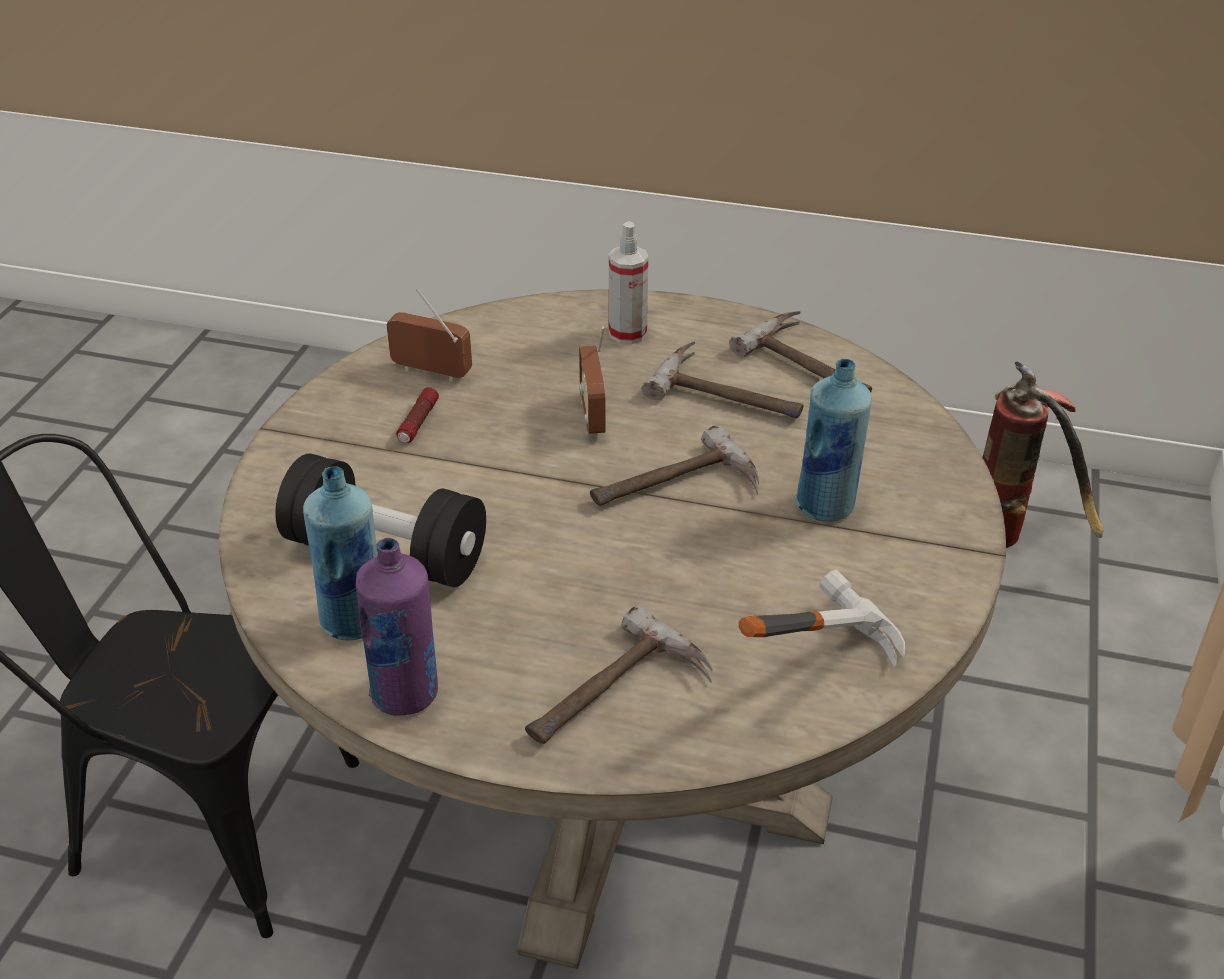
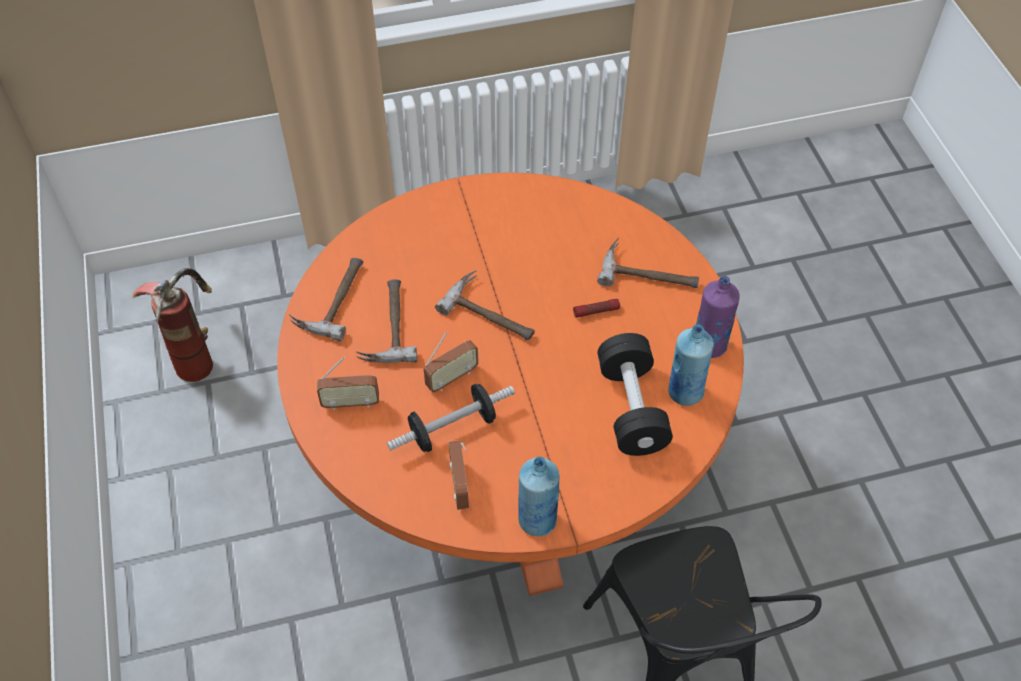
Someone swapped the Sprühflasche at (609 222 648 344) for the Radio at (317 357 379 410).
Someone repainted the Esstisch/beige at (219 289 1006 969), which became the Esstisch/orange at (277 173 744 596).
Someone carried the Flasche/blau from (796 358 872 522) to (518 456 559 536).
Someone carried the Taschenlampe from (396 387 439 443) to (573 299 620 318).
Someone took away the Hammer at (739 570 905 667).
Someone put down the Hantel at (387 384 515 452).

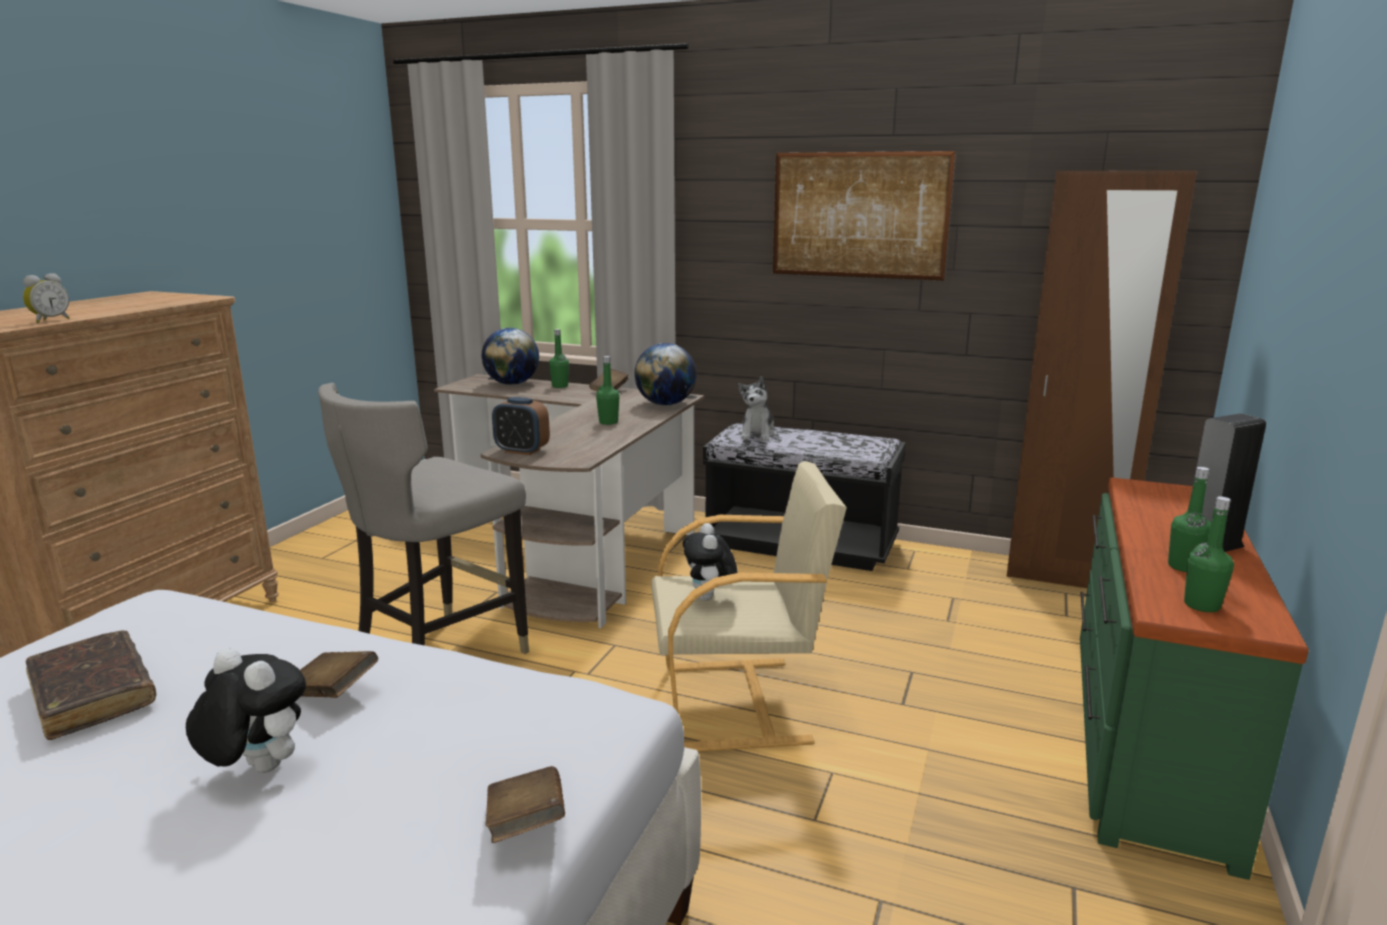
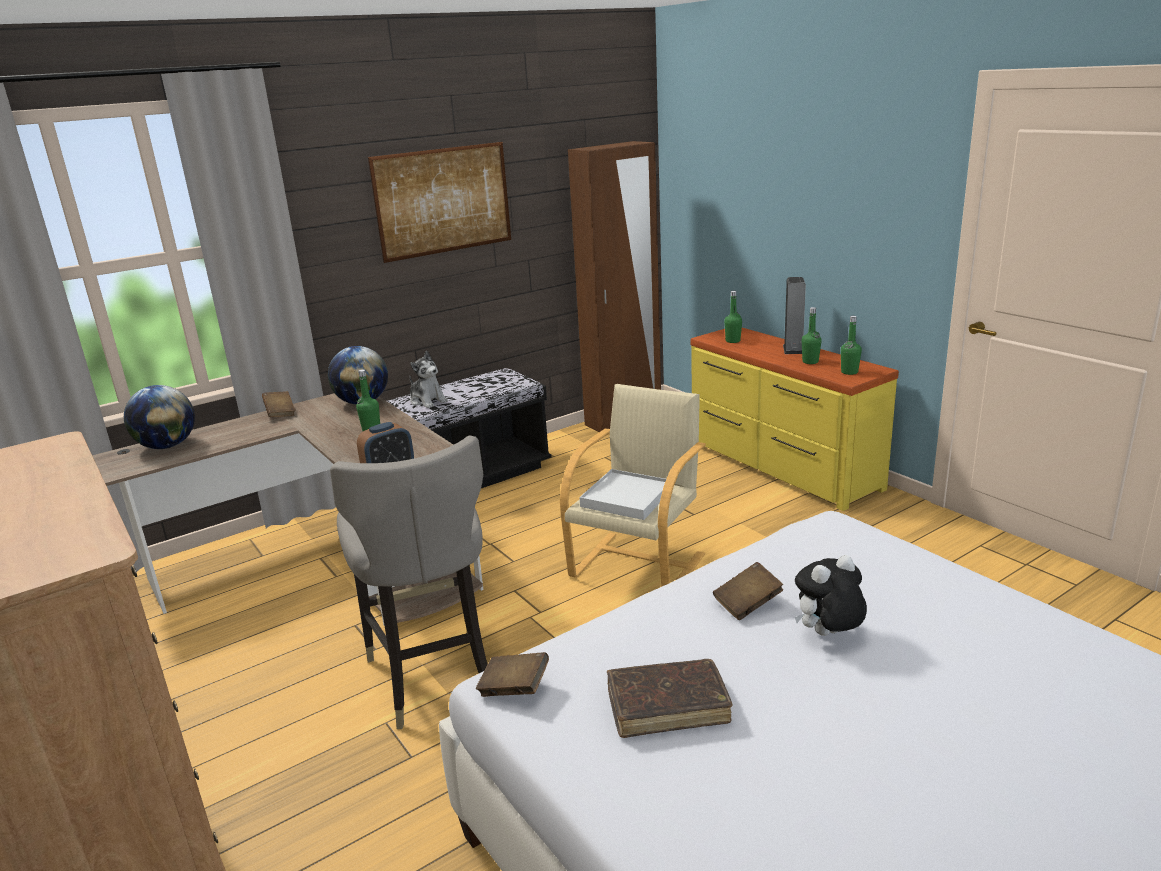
Someone took away the Wecker at (23 273 70 323).
Someone carried the Flasche/grün from (549 329 569 388) to (724 291 742 343).
Someone repainted the Kommode/grün at (1080 477 1309 880), which became the Kommode/gelb at (691 328 899 511).
Someone swapped the Plüschtier at (683 523 737 601) for the Tablett/weiß at (580 469 666 520).
Someone carried the Buch/braun from (486 766 565 843) to (476 652 549 697).

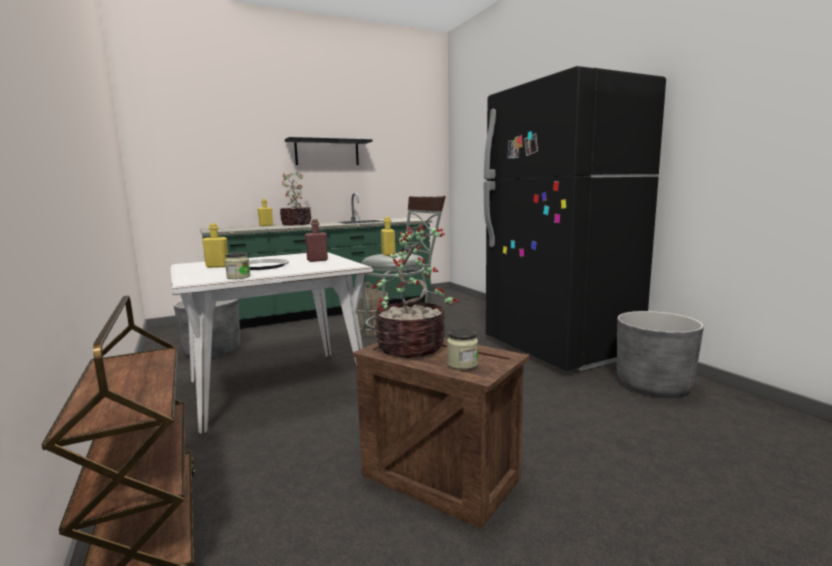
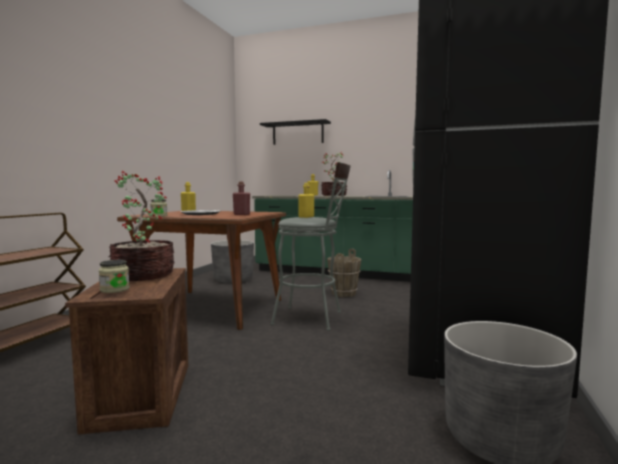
Someone carried the Wandregal/schwarz from (285 137 373 165) to (260 119 331 145).
Someone repainted the Esstisch/weiß at (170 252 373 434), which became the Esstisch/braun at (117 211 286 330).

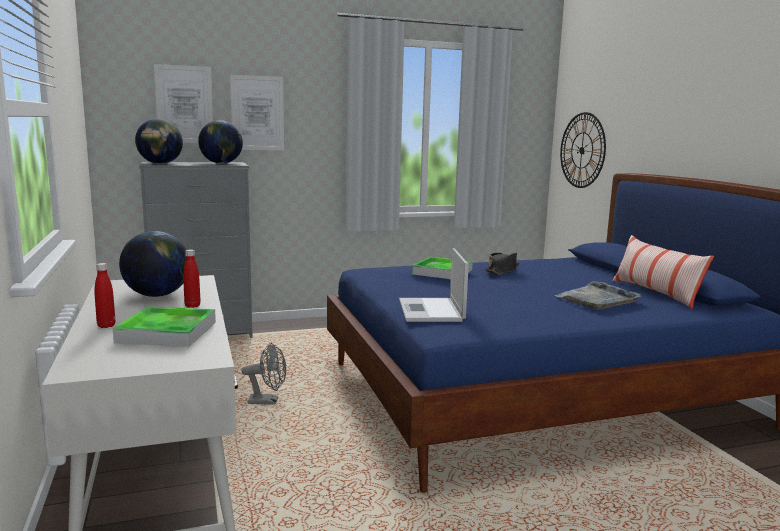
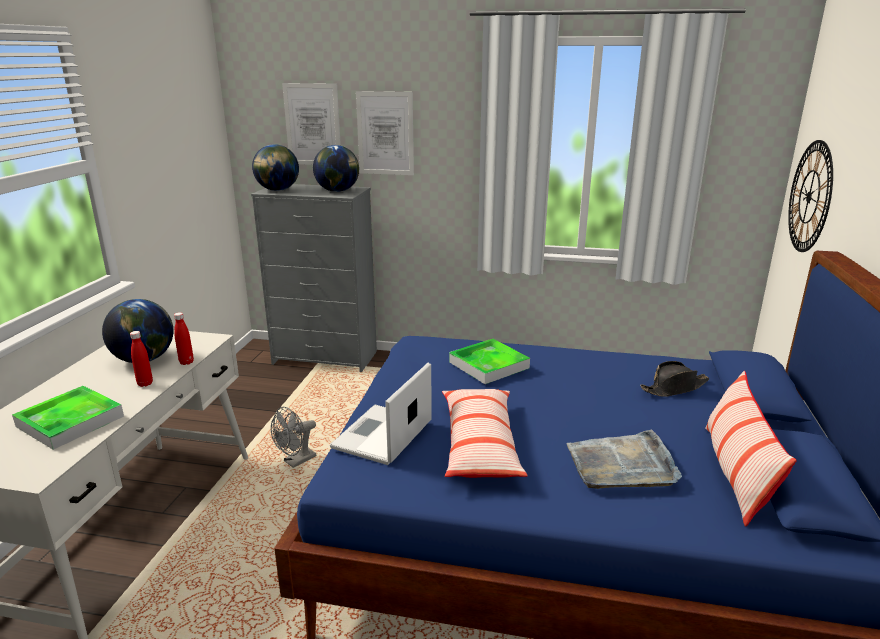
Someone carried the Hut/schwarz from (485 253 519 275) to (640 361 710 397).
Someone carried the Flasche/rot from (94 263 115 328) to (174 312 194 365).
Someone rotated the Ventilator/grau at (242 343 286 405) by 105 degrees clockwise.
Someone put down the Kissen at (442 389 528 478).

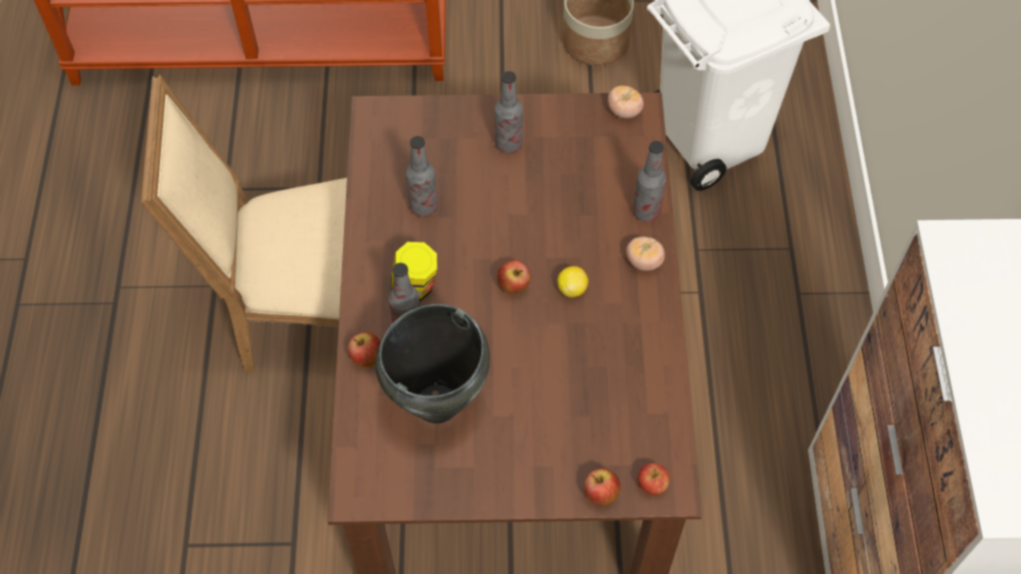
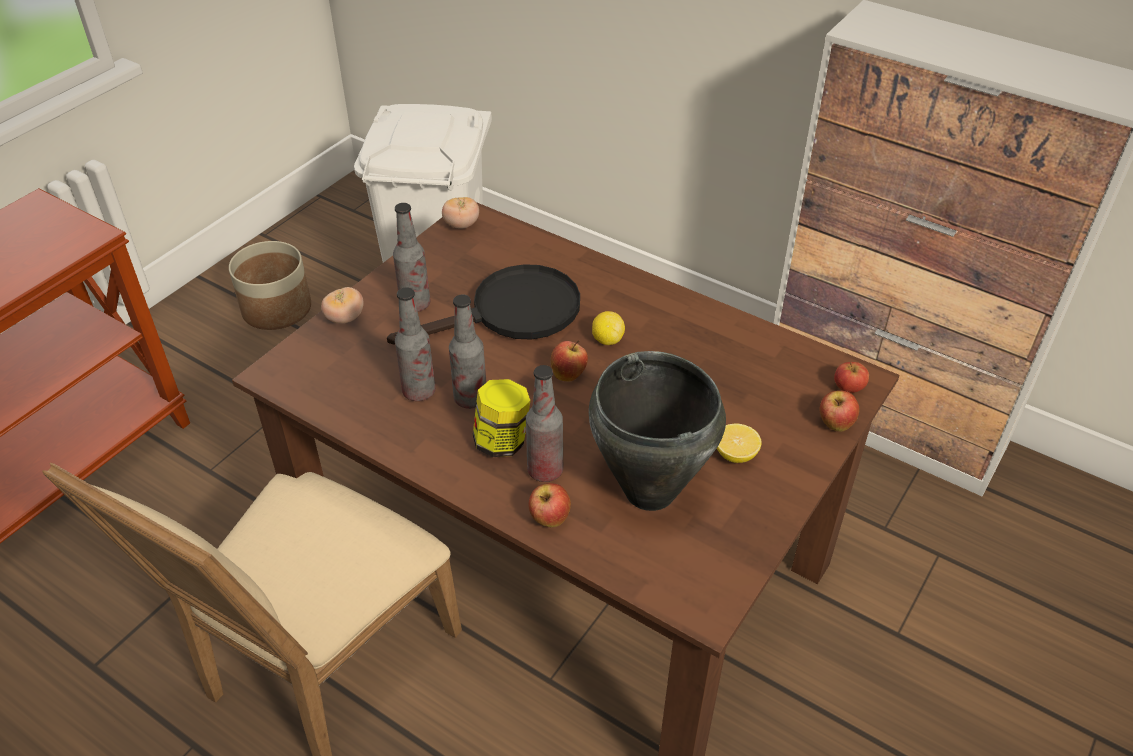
Someone carried the Flasche from (632 141 666 222) to (449 294 487 409).
Someone carried the Tomate from (626 237 665 271) to (321 287 364 324).
Someone put down the Pfanne/schwarz at (387 264 580 344).
Someone put down the Zitrone at (717 423 762 463).

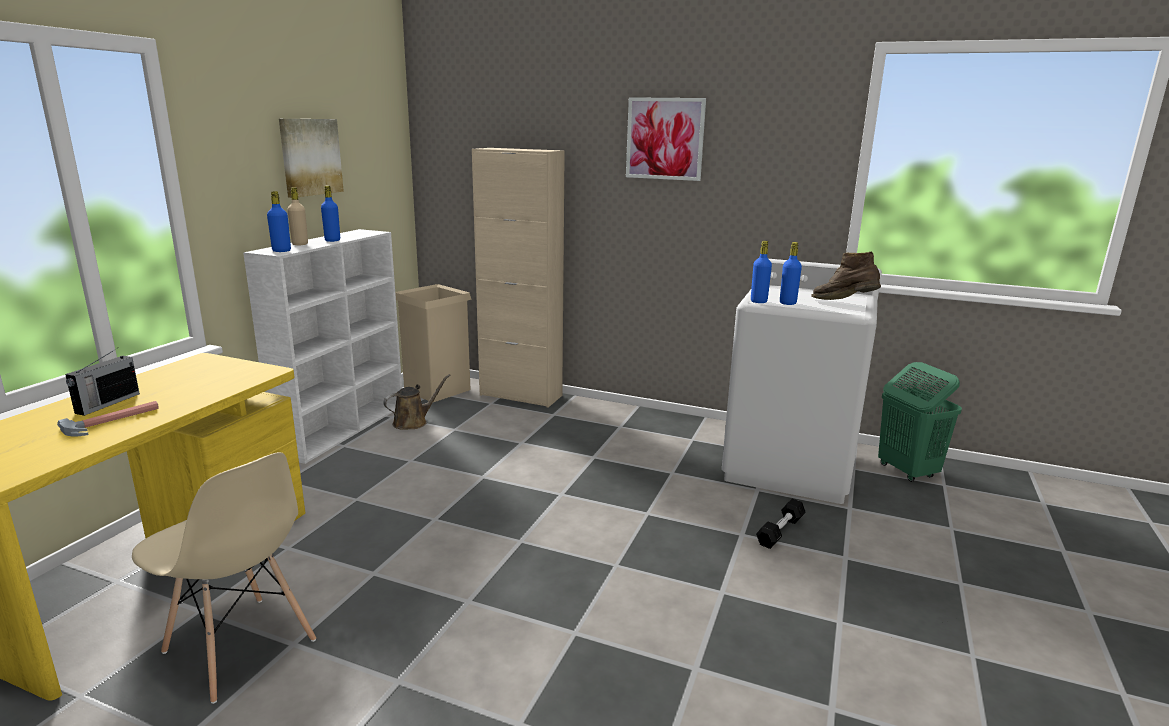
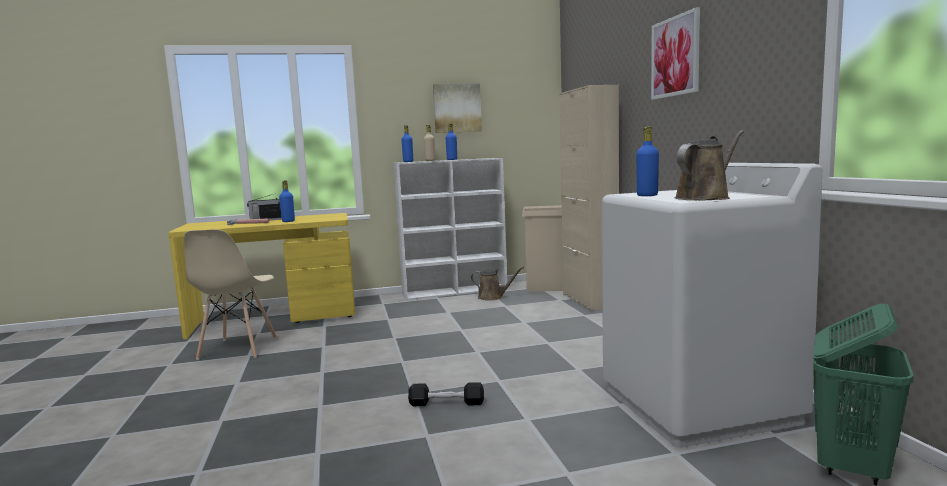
Someone carried the Flasche/blau from (751 241 772 303) to (279 181 295 222).
Someone swapped the Stiefel/braun at (811 251 881 300) for the Gießkanne/braun at (674 130 744 200).
Someone carried the Hantel/schwarz from (756 499 806 549) to (408 382 484 406).

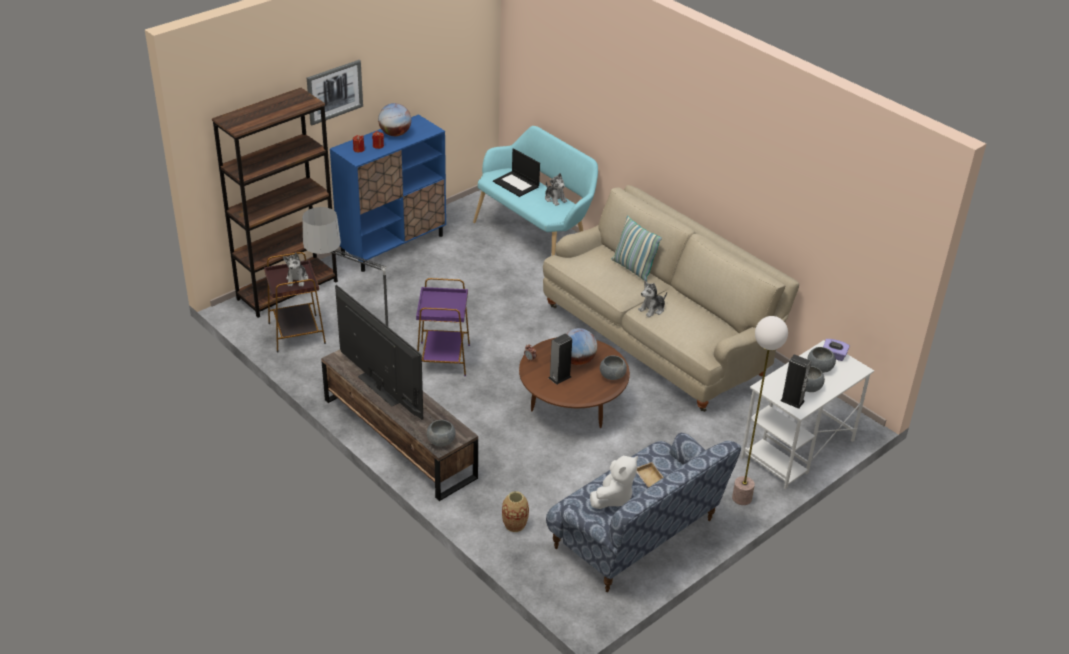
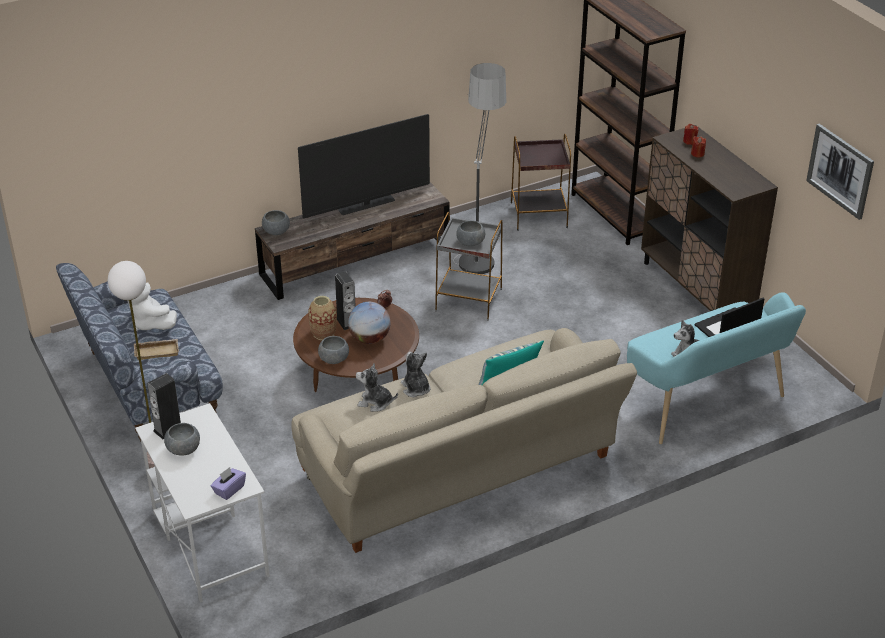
Someone carried the Bild from (307 60 363 125) to (806 124 874 220).
Someone took away the Globus at (378 103 411 136).
Someone repainted the Schrank/blau at (330 114 446 272), which became the Schrank/braun at (641 125 778 311).
Someone carried the Plüschtier from (283 253 308 287) to (356 363 398 412).
Someone repainted the Beistelltisch/lila at (416 278 470 376), which became the Beistelltisch/grau at (435 212 503 321).
Someone carried the Schüssel/grau from (807 347 836 373) to (456 220 485 246).
Someone carried the Vase from (502 491 529 532) to (308 296 337 340).

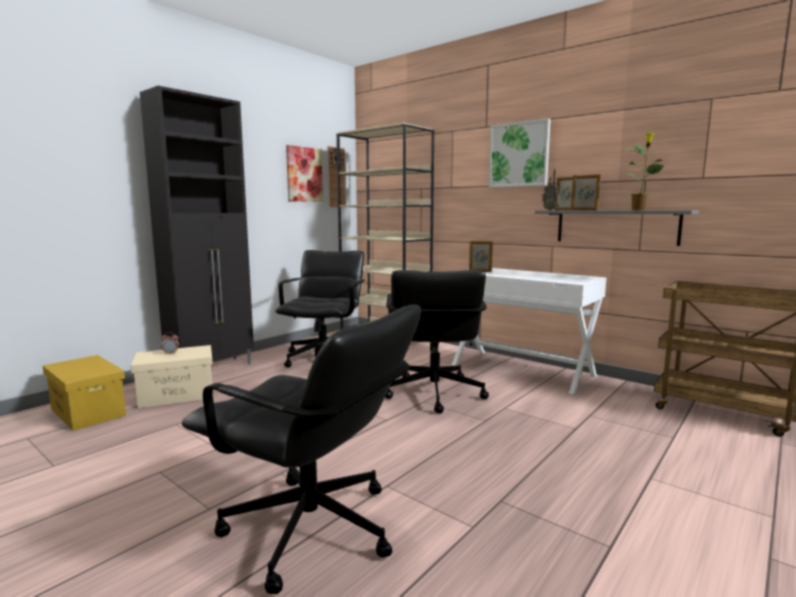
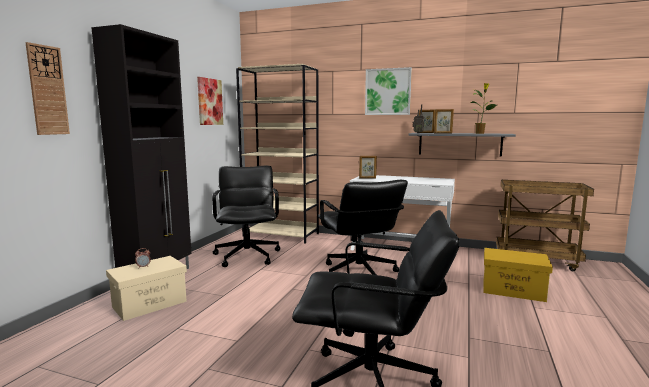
Someone carried the Wanduhr from (327 146 346 207) to (25 42 70 135).
Someone carried the Aufbewahrungsbox/gelb from (43 355 126 431) to (483 248 553 302).

